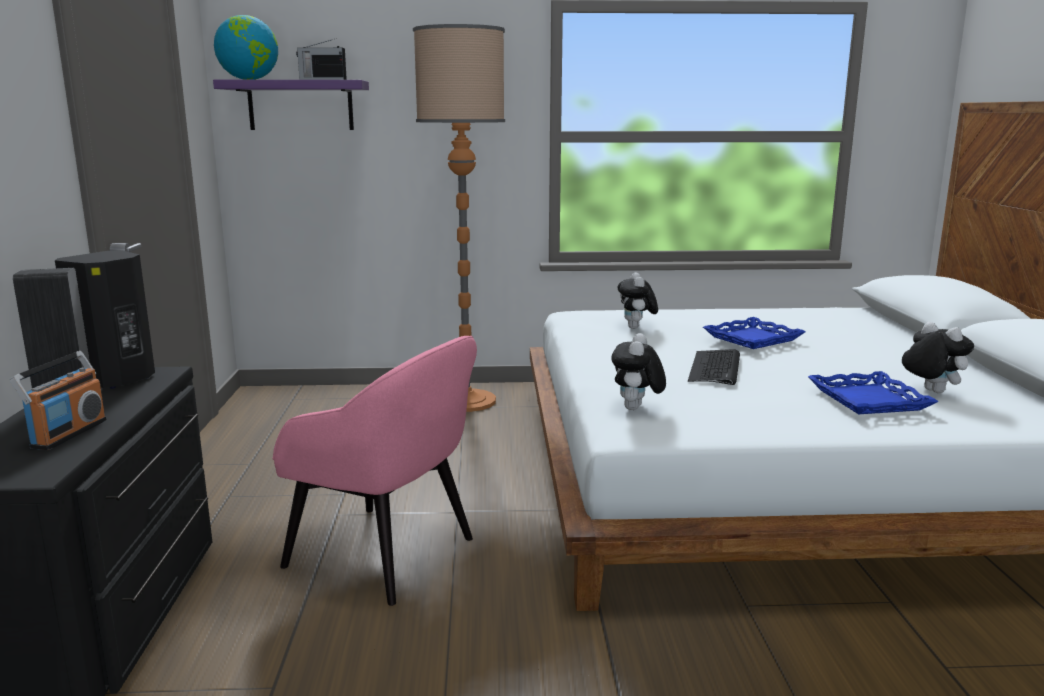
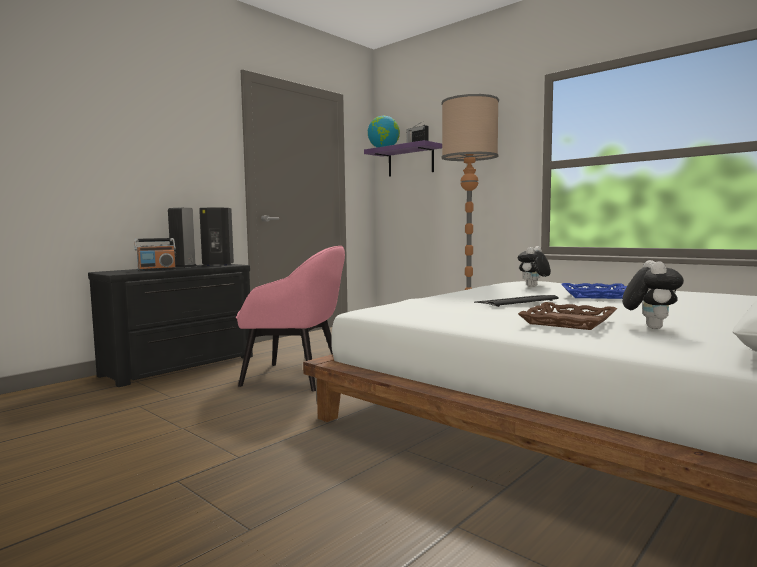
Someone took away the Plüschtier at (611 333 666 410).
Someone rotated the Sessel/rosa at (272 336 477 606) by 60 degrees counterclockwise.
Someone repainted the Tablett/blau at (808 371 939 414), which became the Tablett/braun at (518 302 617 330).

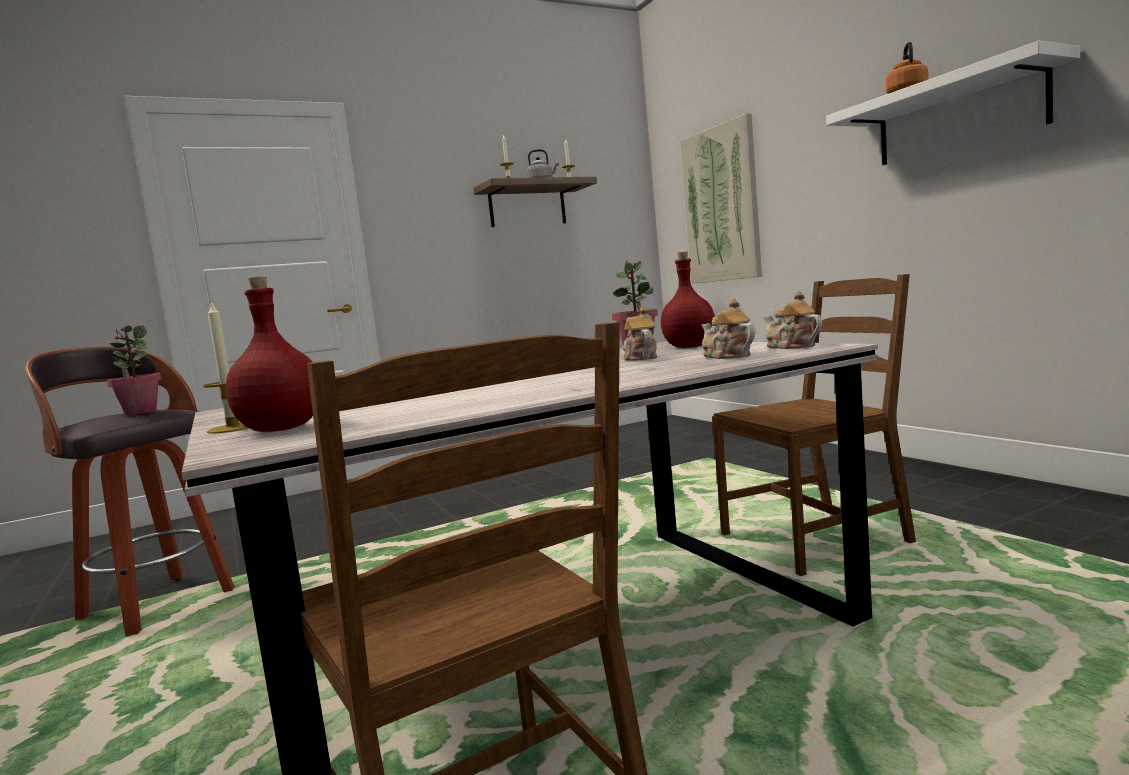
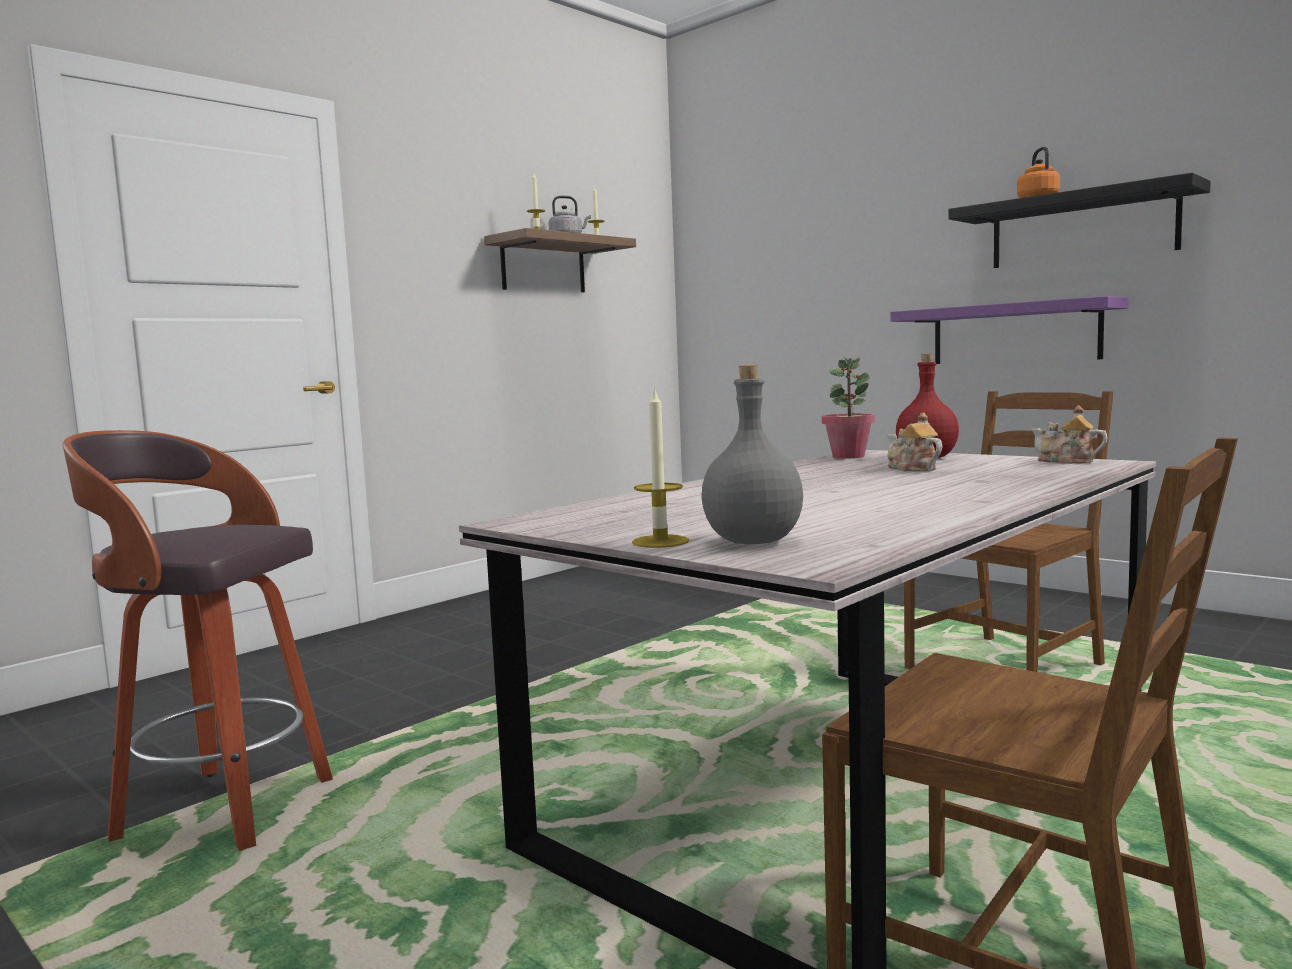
Someone repainted the Wandregal/weiß at (826 40 1080 165), which became the Wandregal/schwarz at (948 173 1211 268).
Someone took away the Bild at (680 113 762 284).
Someone repainted the Flasche/rot at (226 277 313 432), which became the Flasche/grau at (701 365 803 544).
Someone took away the Teekanne at (702 299 755 359).
Someone took away the Topfpflanze at (107 325 162 415).
Someone put up the Wandregal/lila at (890 296 1129 364).

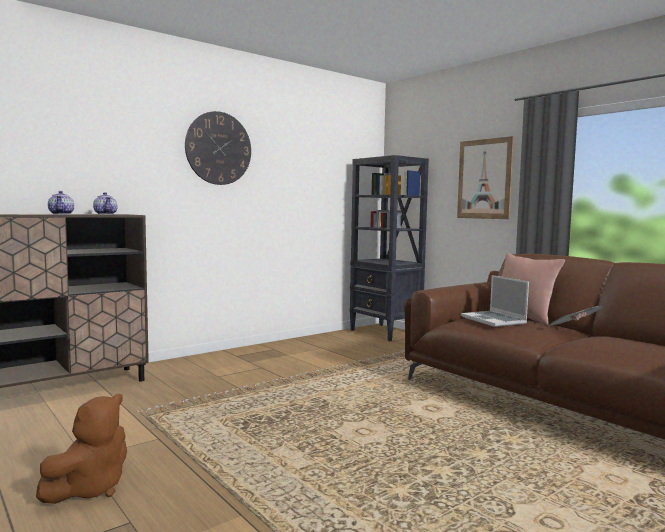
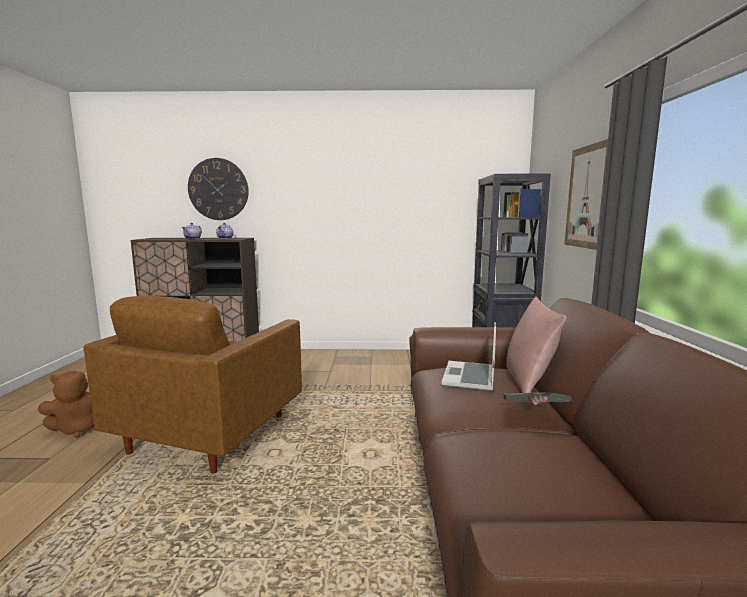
Someone carried the Wanduhr from (185 111 251 185) to (188 158 249 220).
Someone put down the Sessel/braun at (83 295 302 474).

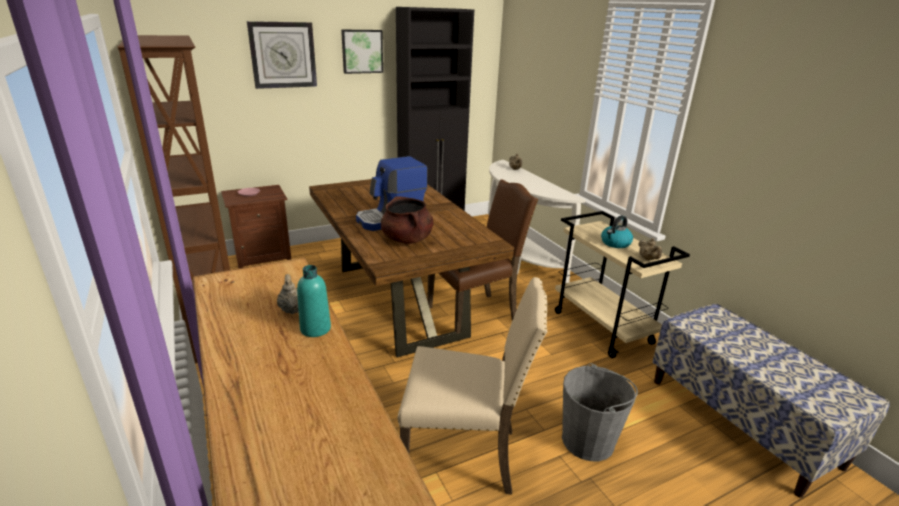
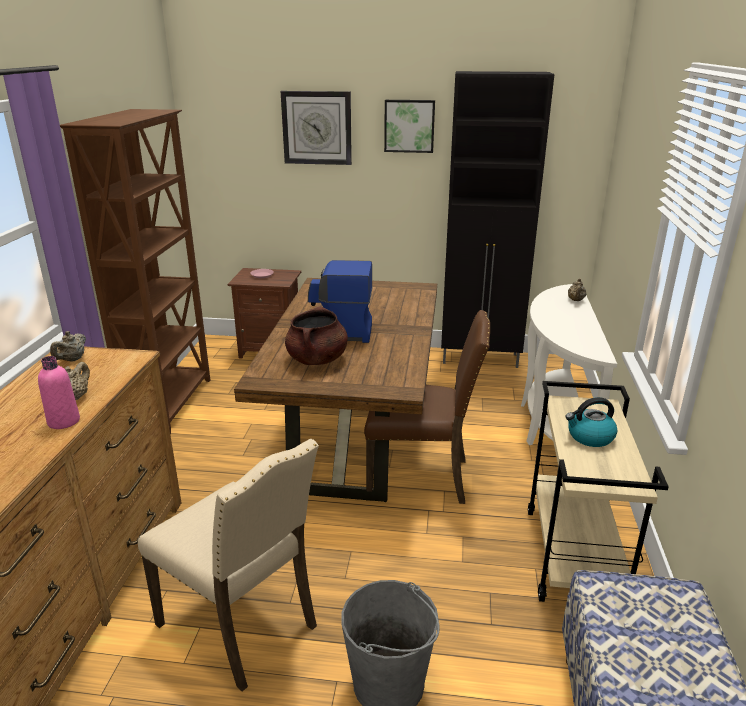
Someone carried the Teekanne/beige from (638 238 662 260) to (50 331 86 362).
Someone repainted the Flasche/türkis at (297 265 331 337), which became the Flasche/rosa at (38 356 80 429).

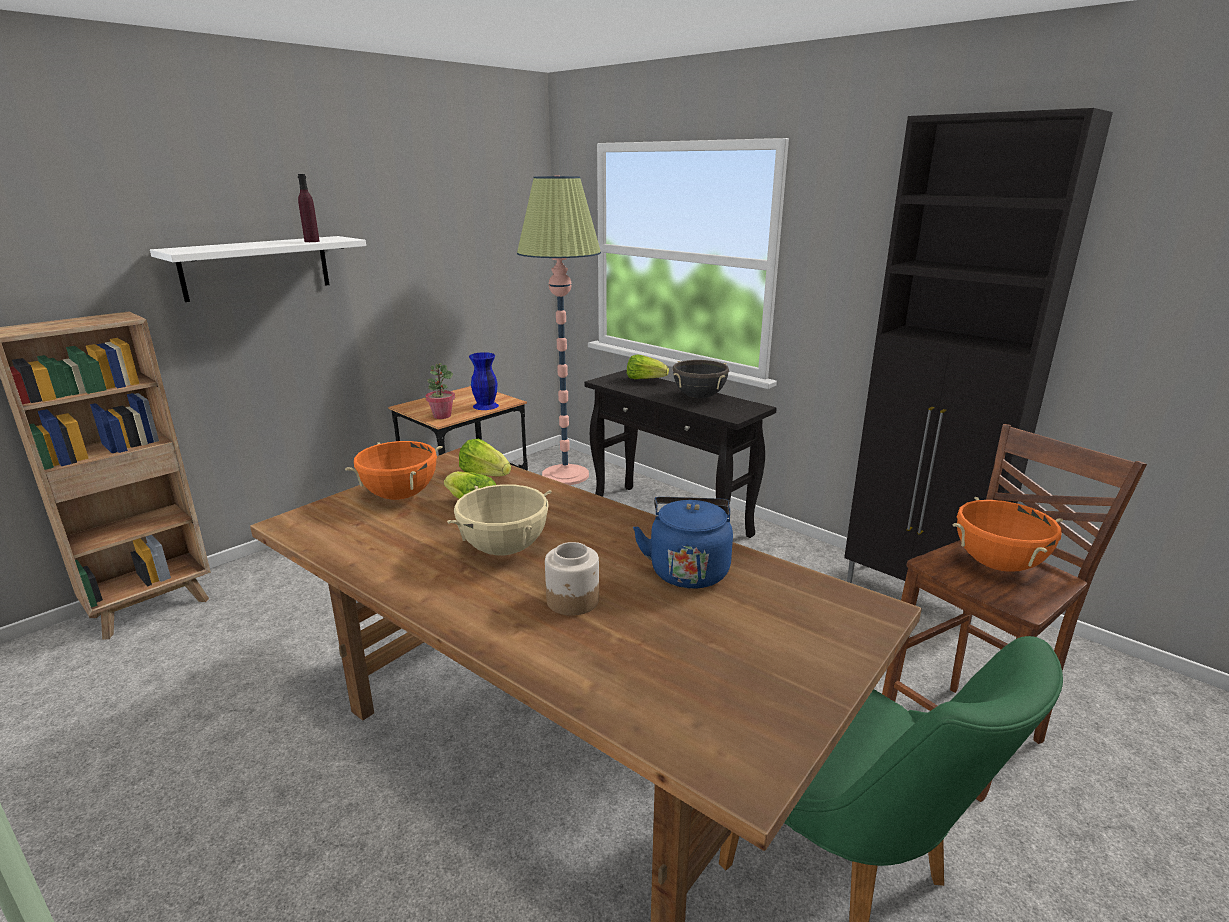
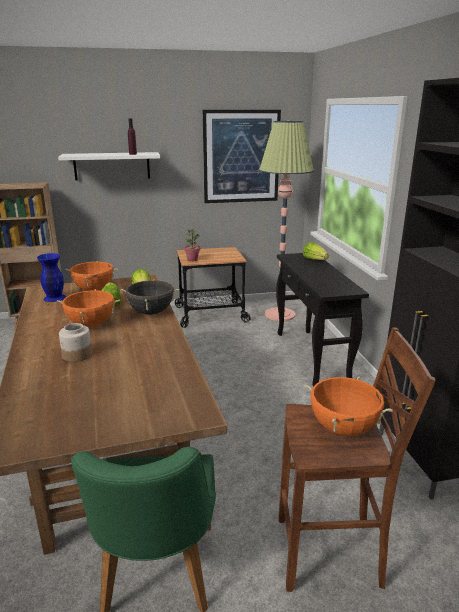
Someone carried the Vase/blau from (469 352 499 410) to (37 253 66 302).
Someone carried the Kochtopf/schwarz from (673 360 729 399) to (120 279 179 315).
Someone repainted the Kochtopf/beige at (447 484 552 555), which became the Kochtopf/orange at (57 289 120 327).
Someone took away the Wasserkessel/blau at (633 497 733 589).
Someone put up the Bild at (203 110 281 203).

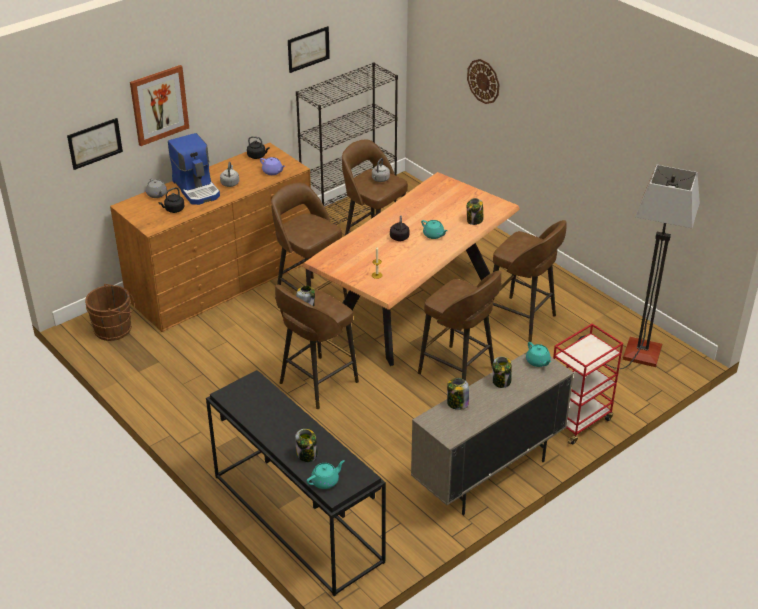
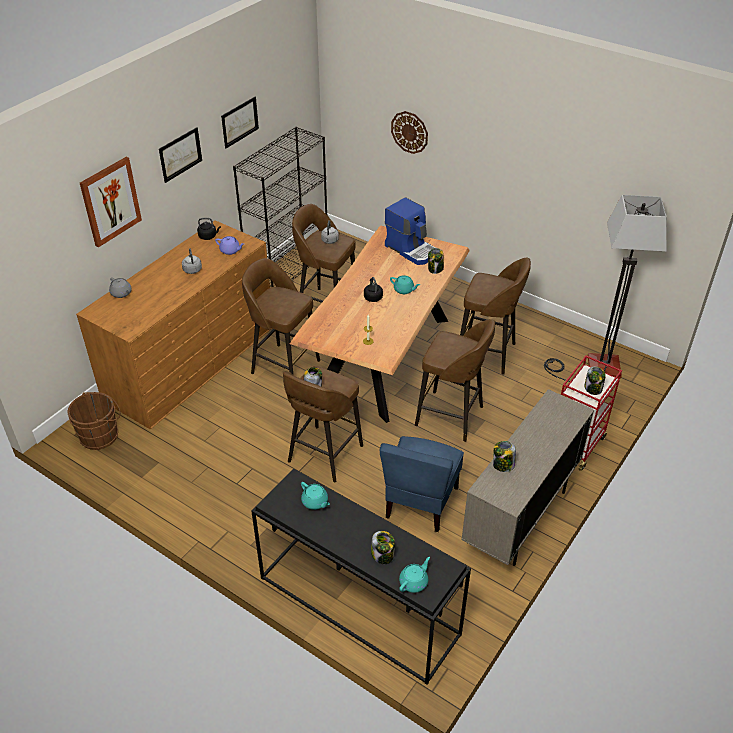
Someone carried the Bild from (67 118 123 170) to (159 127 202 183).
Someone carried the Kaffeemaschine from (168 133 220 205) to (385 197 436 265).
Someone took away the Wasserkessel/schwarz at (159 187 185 213).
Someone carried the Teekanne/türkis from (526 342 551 367) to (301 482 330 510).
Someone carried the Vorratsglas from (492 356 512 388) to (584 366 606 395).
Someone put down the Stuhl/blau at (380 436 464 532).

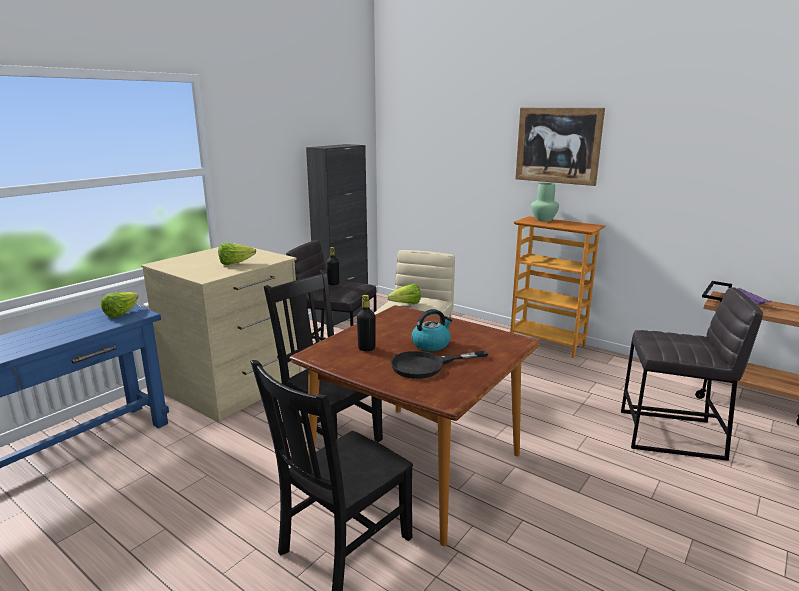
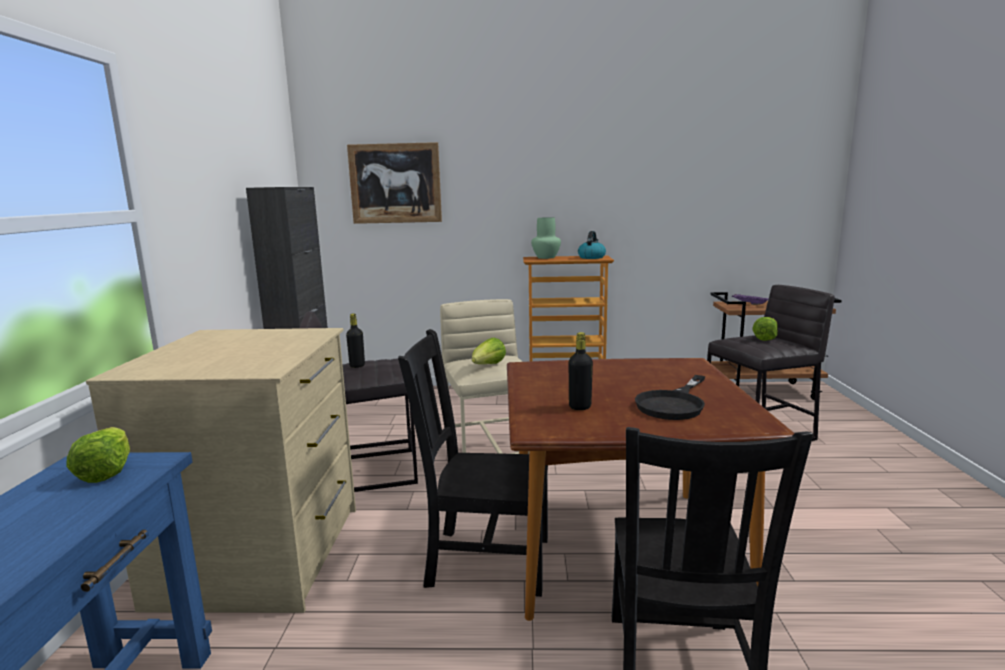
Someone carried the Bild from (515 108 605 186) to (347 142 442 224).
Someone carried the Salatkopf from (218 243 256 265) to (752 317 778 341).
Someone carried the Wasserkessel from (411 309 452 351) to (578 231 606 259).

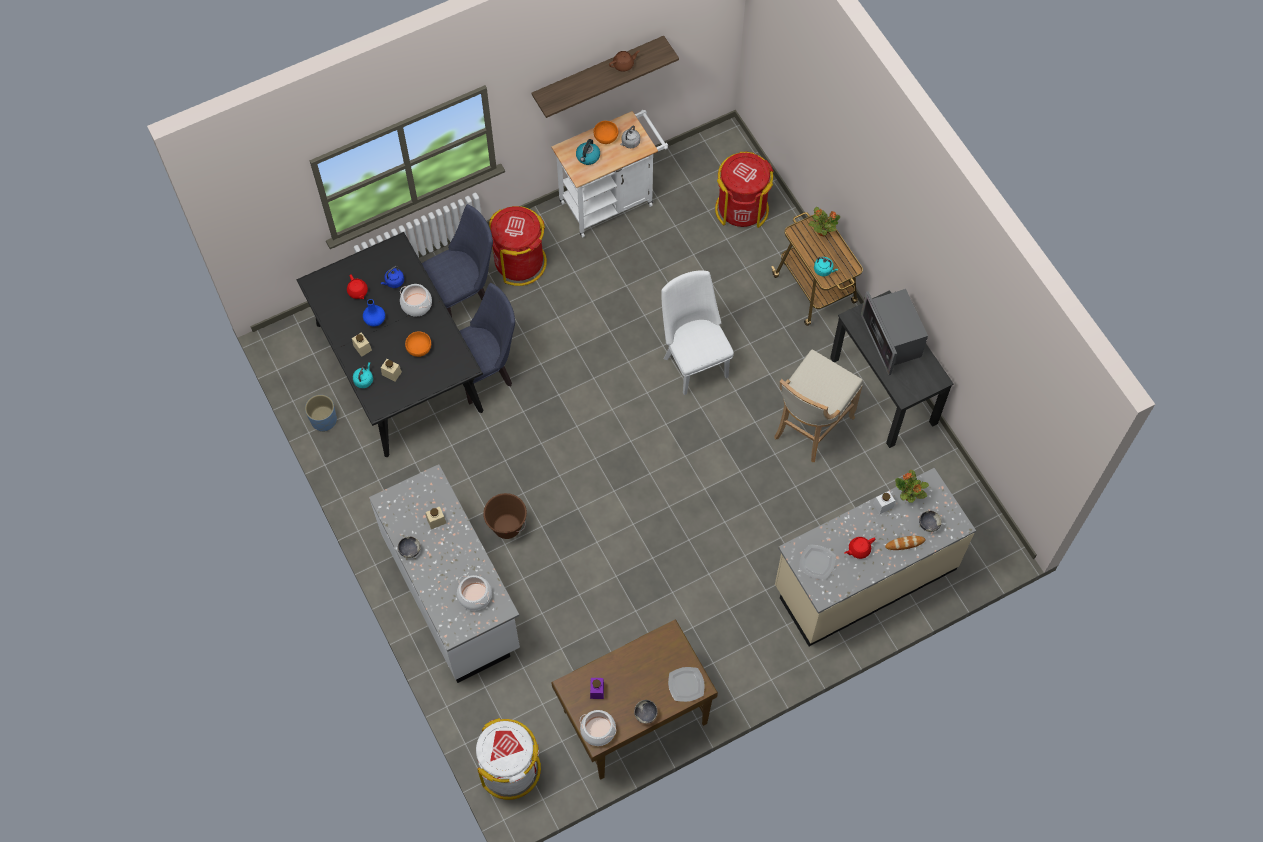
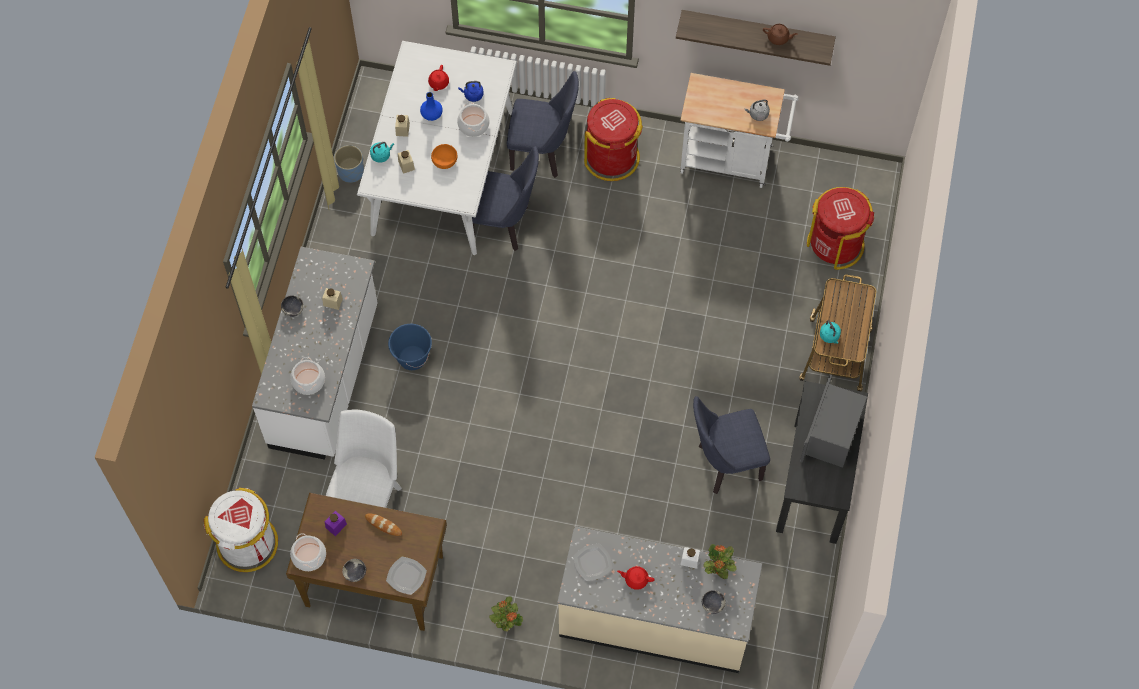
Someone took away the Schüssel/orange at (594 121 618 144).
Someone took away the Wasserkessel at (576 139 600 165).
Someone carried the Topfpflanze from (808 207 840 236) to (489 596 523 631).
Someone repainted the Esstisch/schwarz at (296 232 483 457), which became the Esstisch/weiß at (357 41 517 255).
Someone carried the Stuhl/weiß from (661 271 734 395) to (326 409 402 508).
Someone swapped the Hocker/beige at (774 349 863 462) for the Stuhl/blau at (693 396 770 494).
Someone repainted the Eimer/braun at (483 493 527 539), which became the Eimer/blau at (388 324 432 370).
Someone carried the Brot from (885 536 925 550) to (365 513 402 536).

